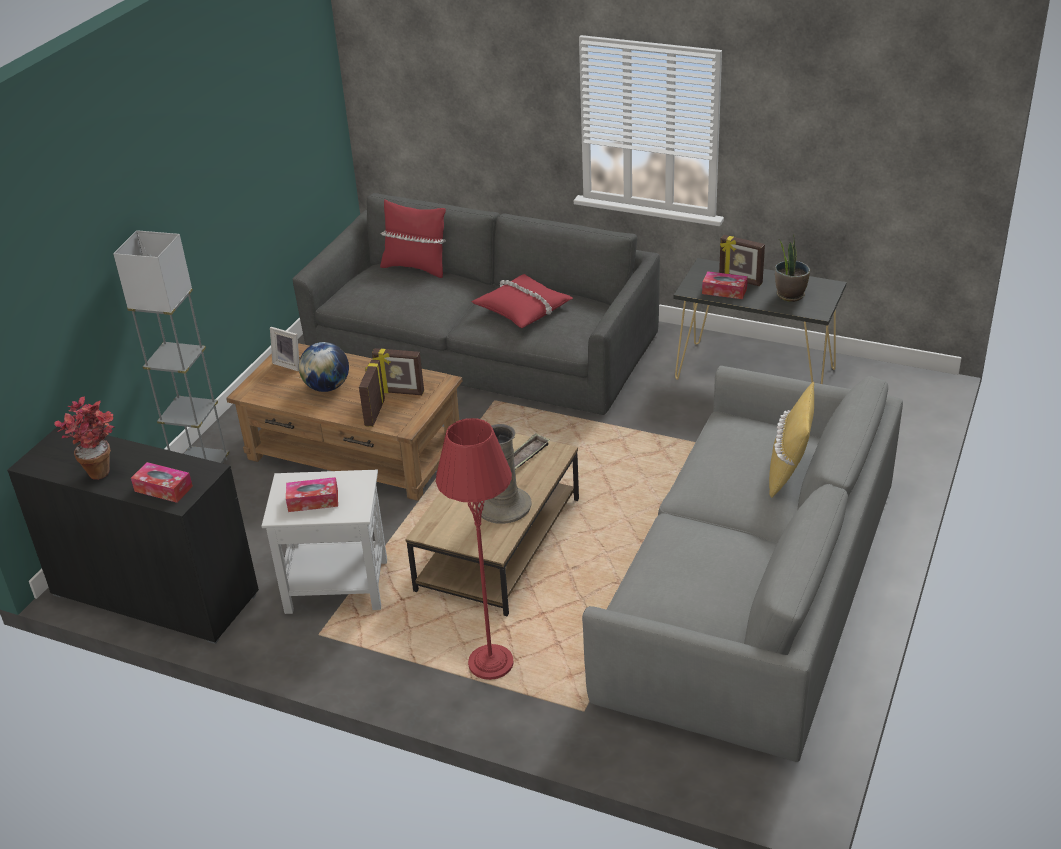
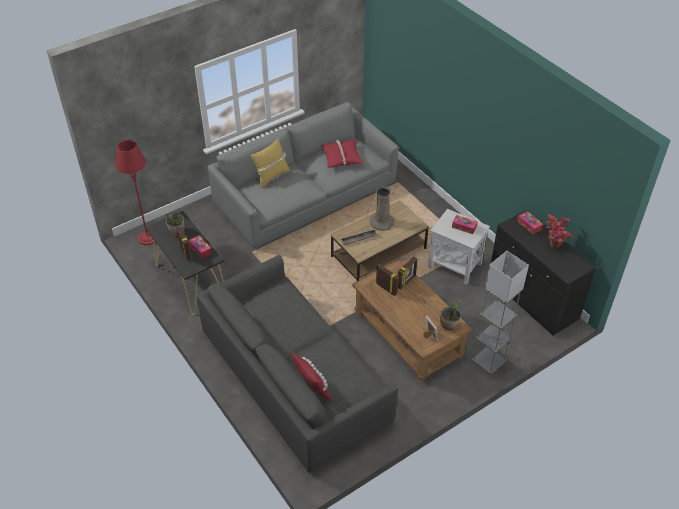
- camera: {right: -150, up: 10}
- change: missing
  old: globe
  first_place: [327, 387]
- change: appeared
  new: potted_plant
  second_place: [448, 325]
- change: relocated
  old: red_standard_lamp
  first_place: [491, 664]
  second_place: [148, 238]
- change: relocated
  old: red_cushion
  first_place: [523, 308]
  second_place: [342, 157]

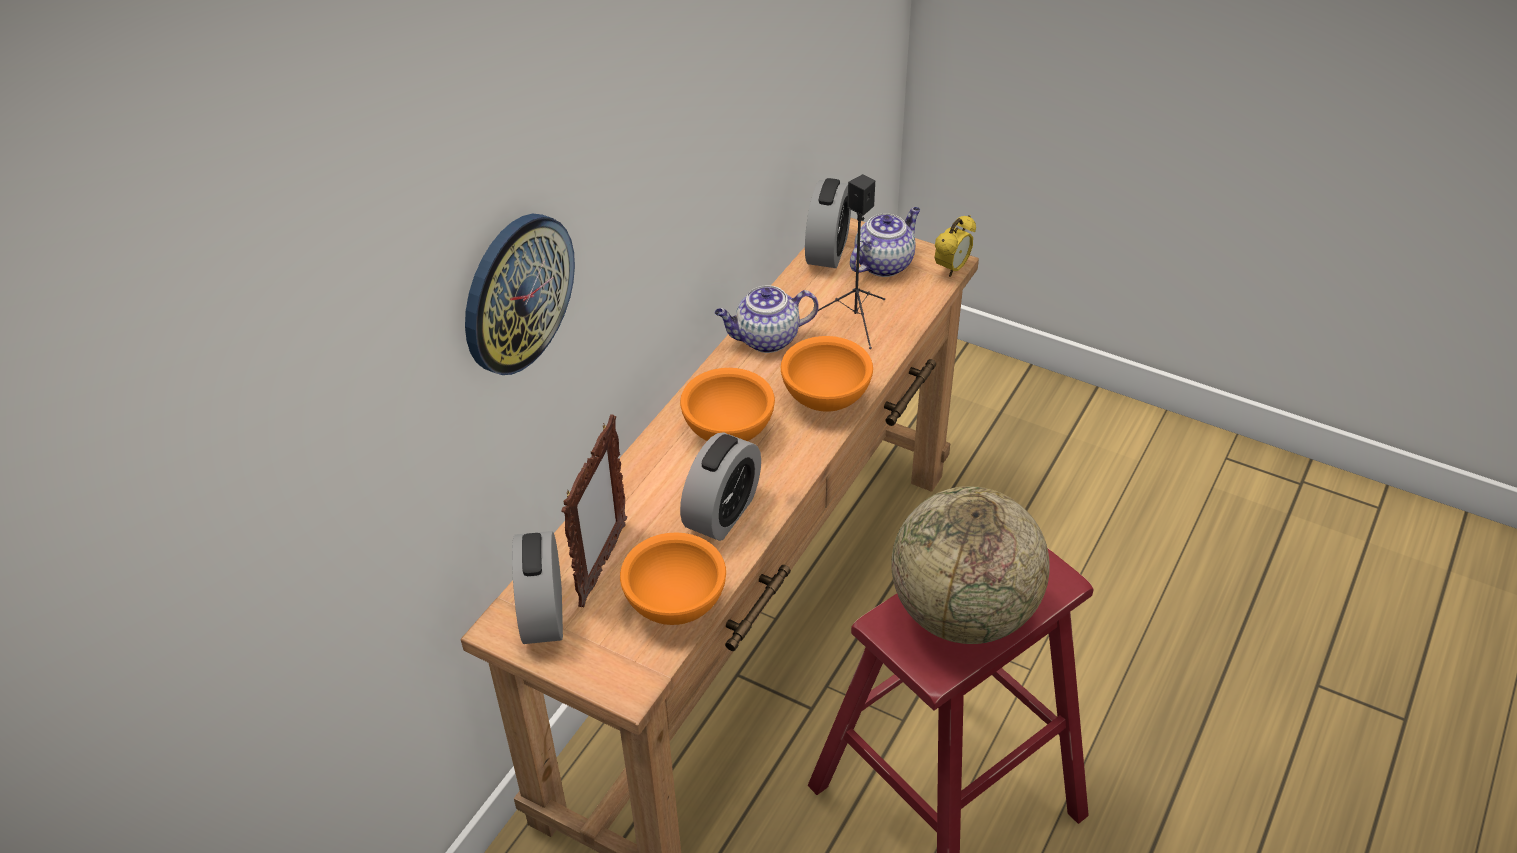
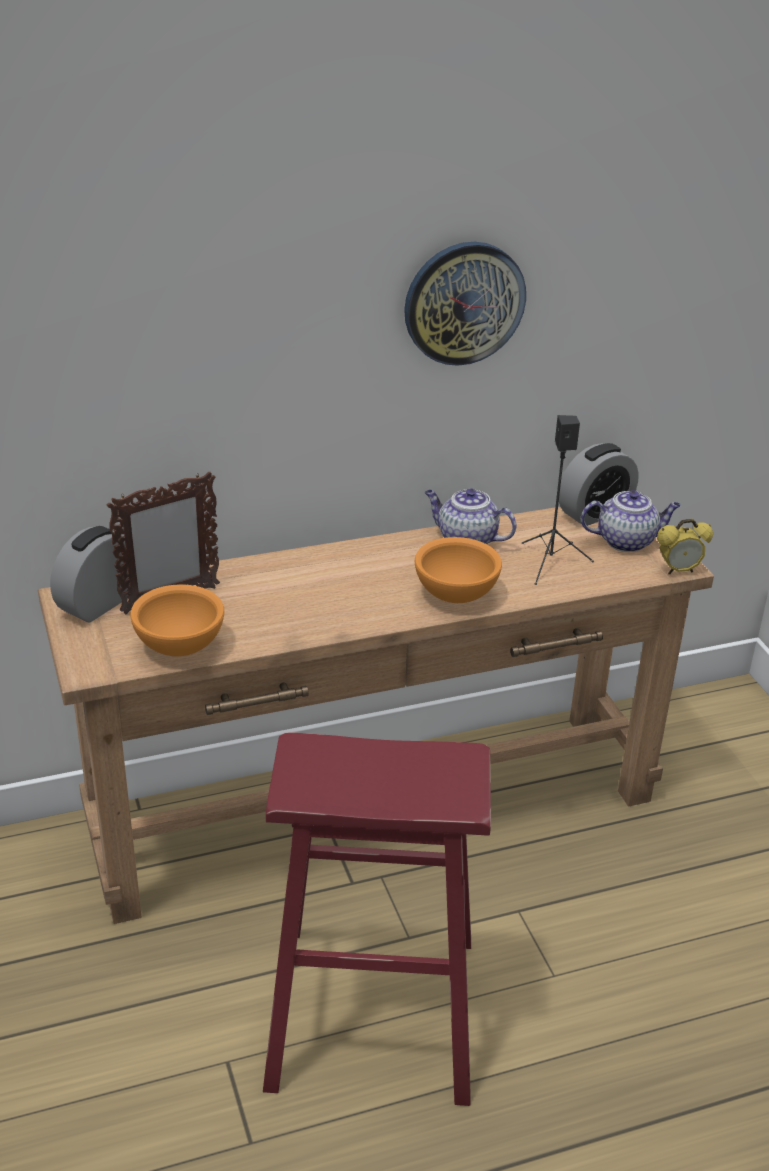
- camera: {right: 40, up: -10}
- change: missing
  old: orangey_deep_dish
  first_place: [729, 432]
- change: missing
  old: alarm_clock
  first_place: [722, 513]
- change: missing
  old: globe
  first_place: [963, 613]
- change: relocated
  old: hanging_clock
  first_place: [516, 293]
  second_place: [464, 303]

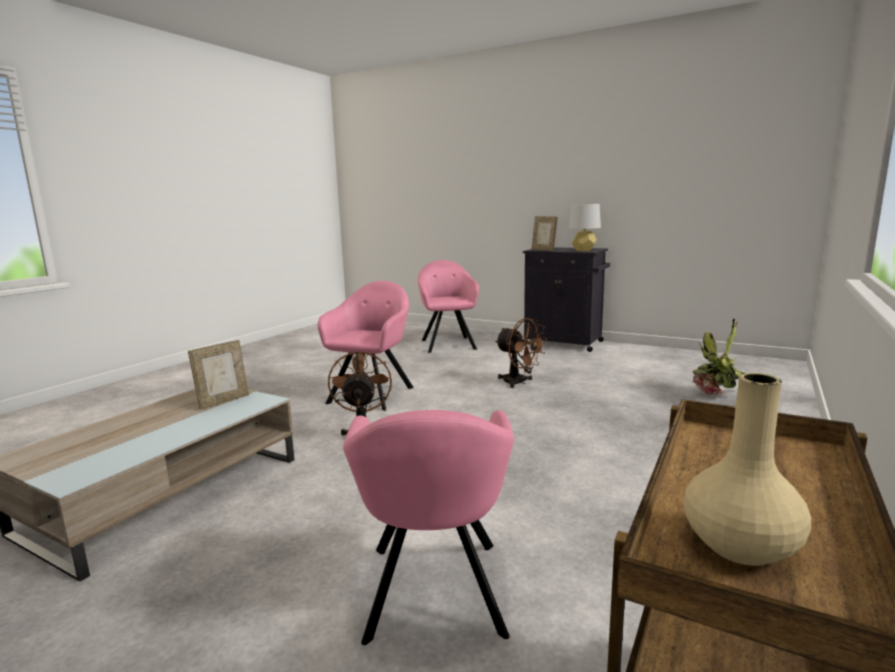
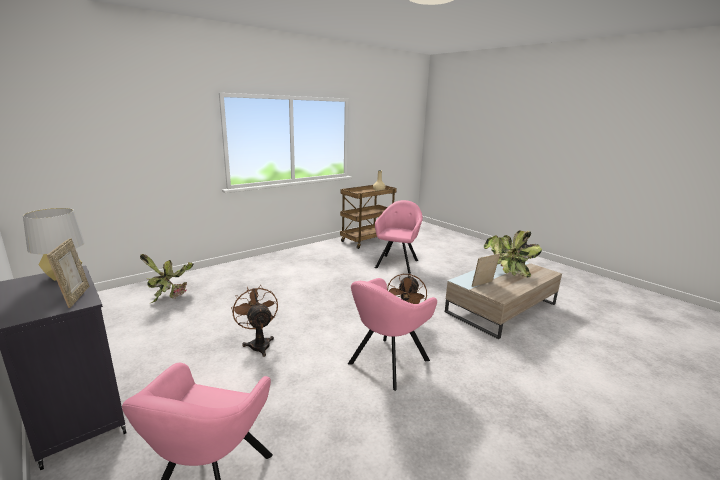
- camera: {right: -160, up: 5}
- change: appeared
  new: potted_plant
  second_place: [506, 271]

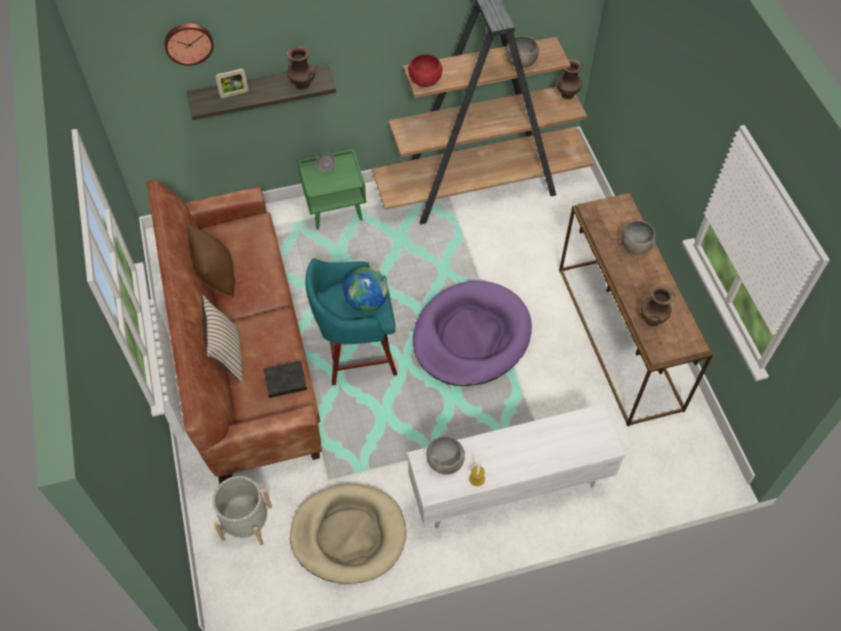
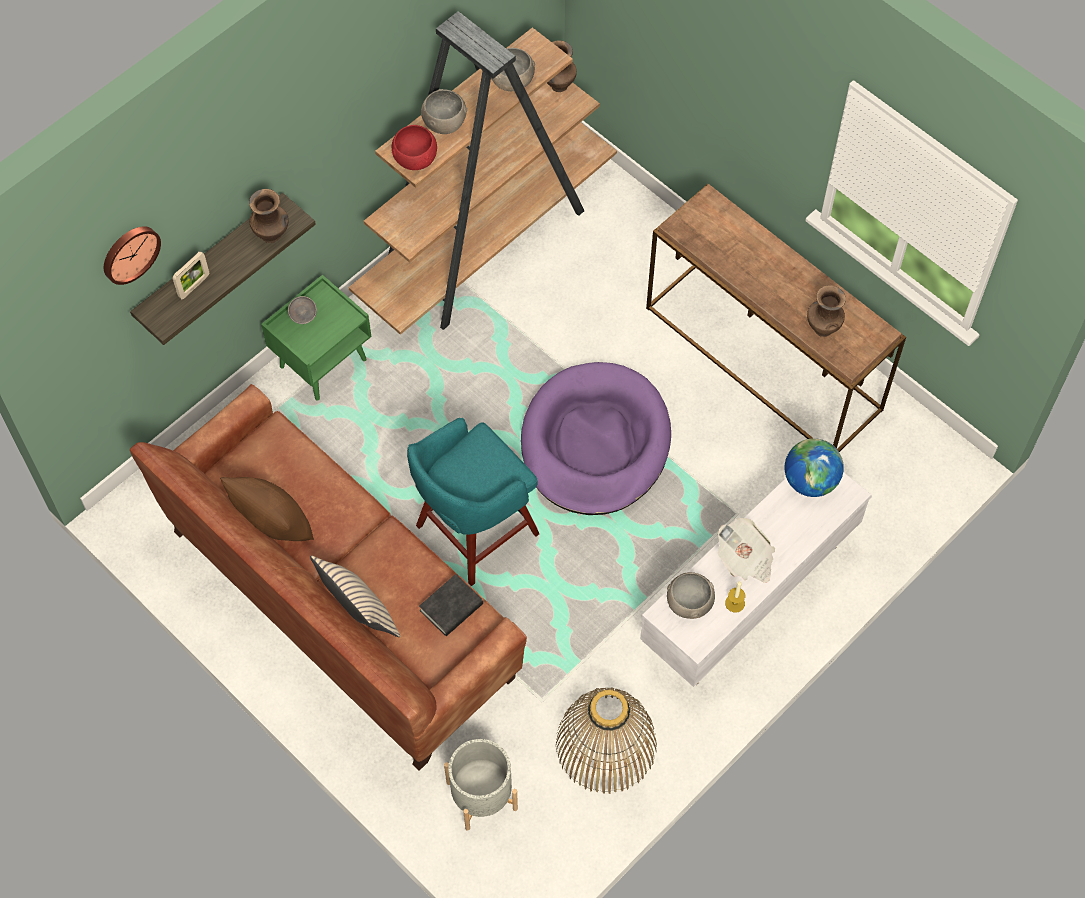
- camera: {right: -30, up: 5}
- change: appeared
  new: newspaper
  second_place: [745, 559]
- change: relocated
  old: globe
  first_place: [366, 302]
  second_place: [810, 481]
- change: relocated
  old: grey_deep_dish
  first_place: [635, 245]
  second_place: [444, 122]
- change: exchanged
  old: beige_pet_bed
  new: storage_basket
  first_place: [348, 535]
  second_place: [605, 745]

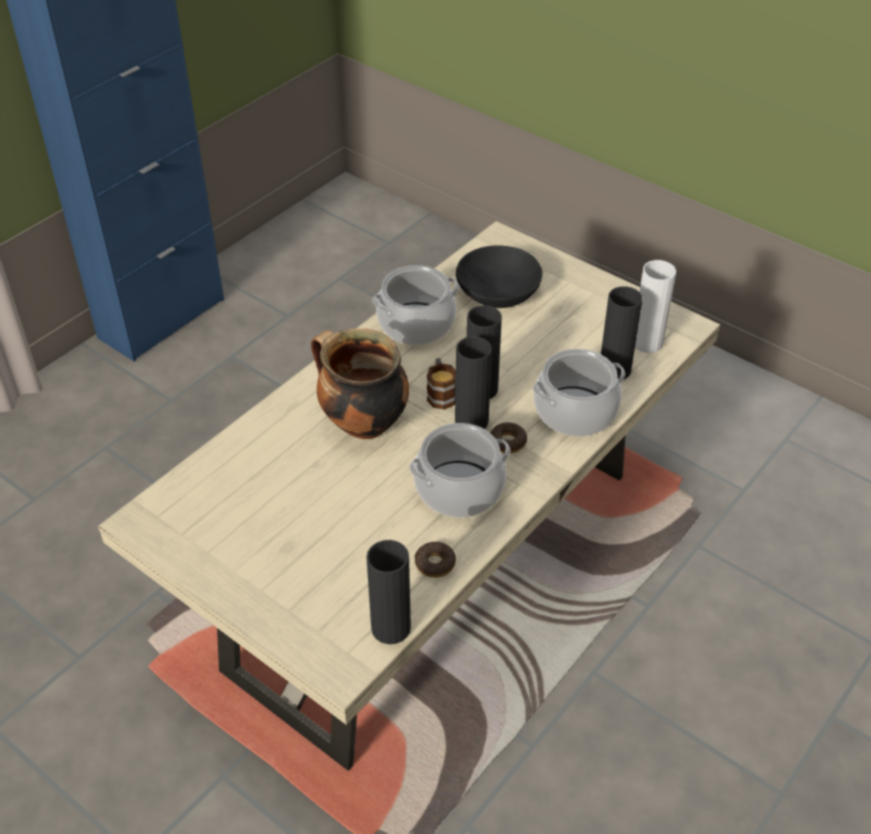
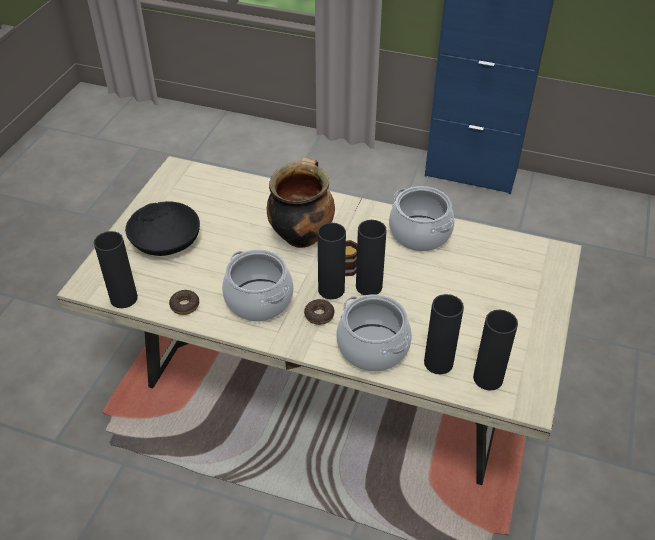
- camera: {right: 70, up: 0}
- change: relocated
  old: black-coloured_deep_dish
  first_place: [498, 293]
  second_place: [165, 242]
- change: colour
  old: whitish_flower_vase
  new: black-coloured_flower_vase
  first_place: [647, 342]
  second_place: [488, 378]

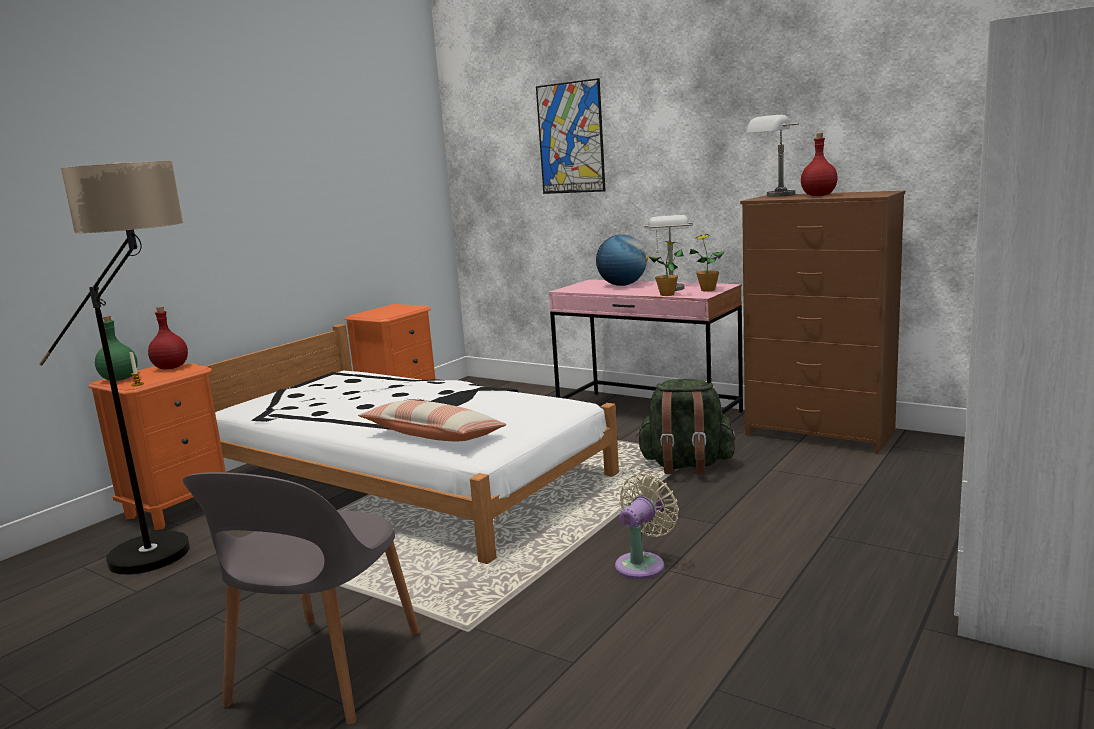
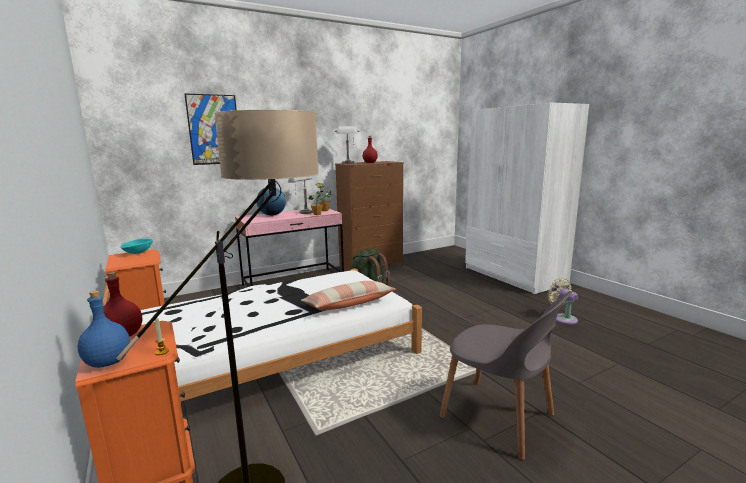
- camera: {right: -65, up: 0}
- change: appeared
  new: blue-green_deep_dish
  second_place: [138, 253]
- change: relocated
  old: beige_electric_fan
  first_place: [642, 564]
  second_place: [563, 318]
- change: colour
  old: greenish_drink_bottle
  new: blue-coloured_drink_bottle
  first_place: [120, 379]
  second_place: [109, 362]

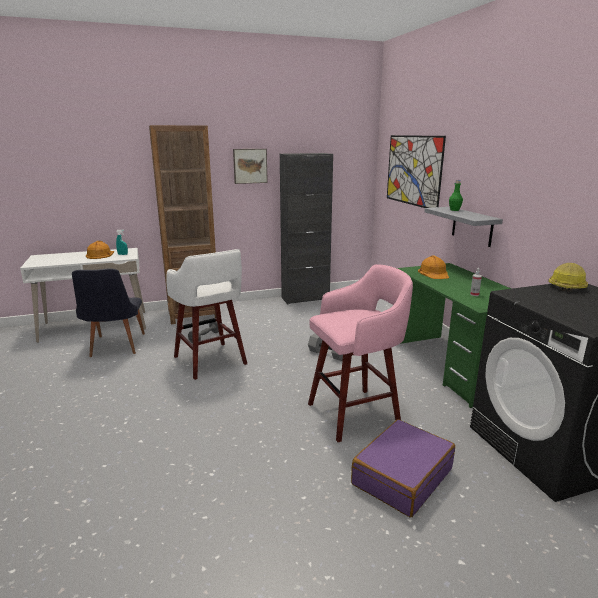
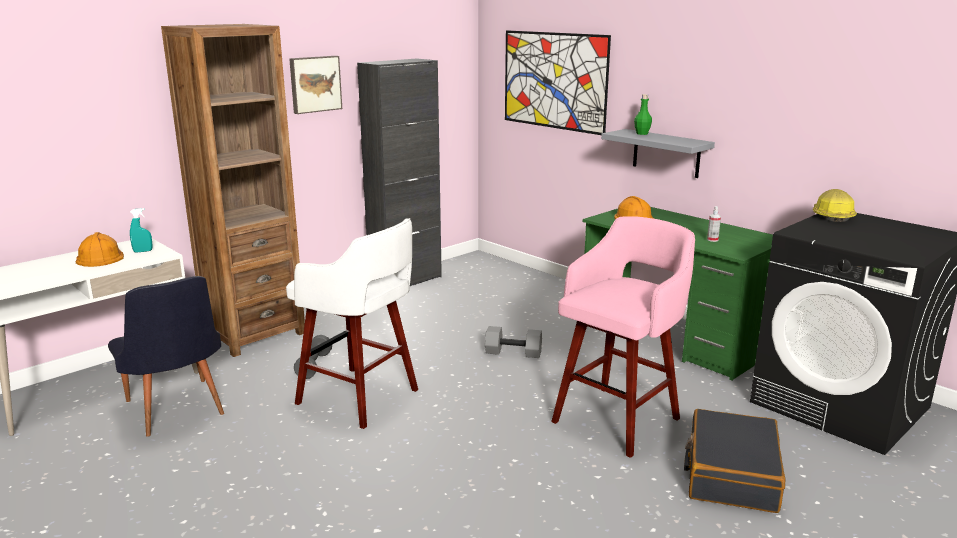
- camera: {right: -25, up: 0}
- change: colour
  old: purplish_suitcase
  new: black-coloured_suitcase
  first_place: [401, 476]
  second_place: [731, 474]

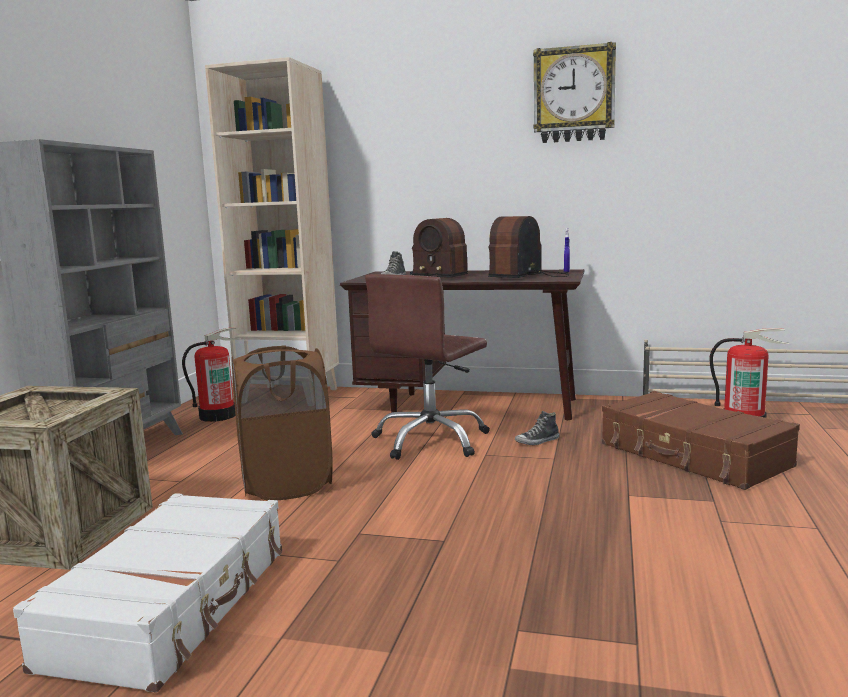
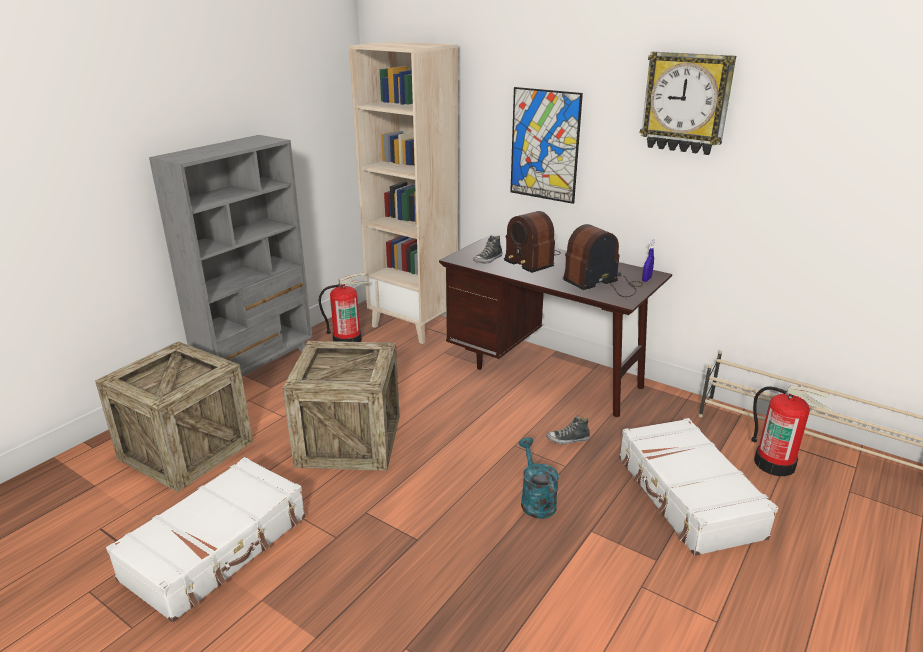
- camera: {right: 20, up: 15}
- change: missing
  old: brown-coloured_computer_chair
  first_place: [431, 441]
- change: appeared
  new: wall_picture
  second_place: [544, 145]
- change: appeared
  new: blue-green_watering_pot
  second_place: [535, 500]
- change: exchanged
  old: brown-coloured_laundry_basket
  new: packing_crate
  first_place: [286, 484]
  second_place: [349, 440]
- change: colour
  old: brown-coloured_suitcase
  new: whitish_suitcase
  first_place: [693, 456]
  second_place: [687, 497]

